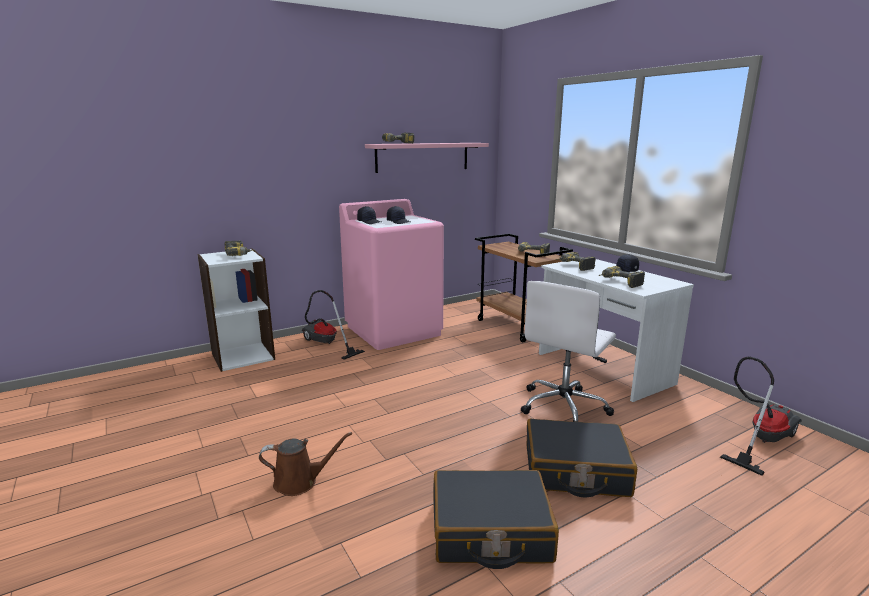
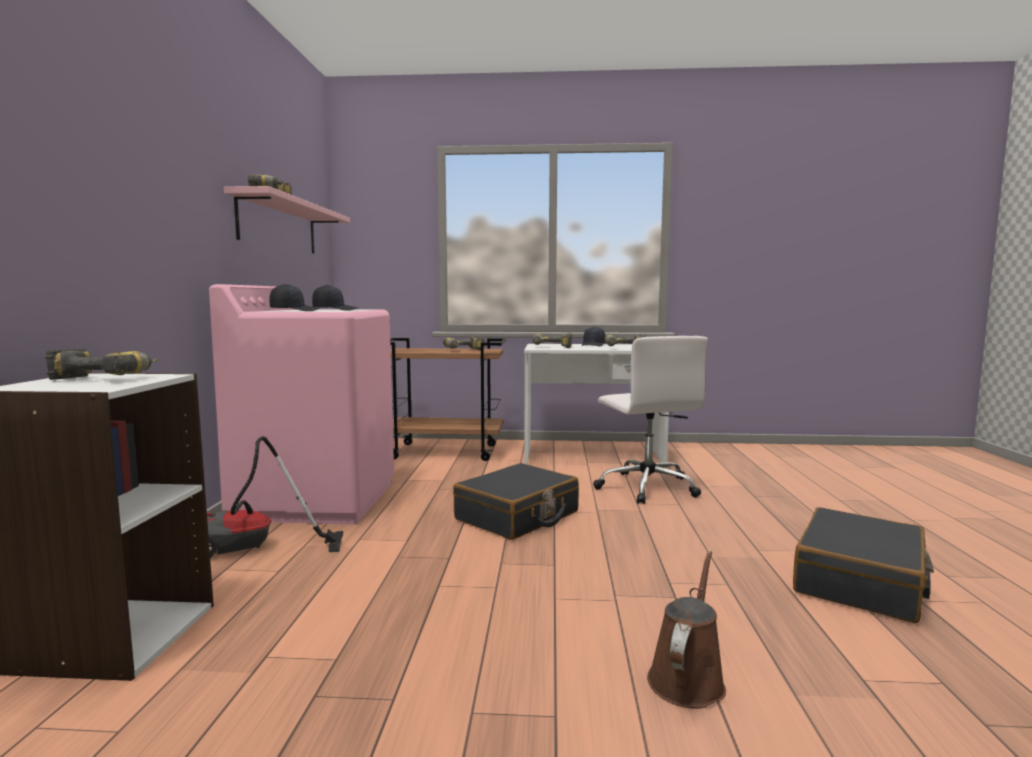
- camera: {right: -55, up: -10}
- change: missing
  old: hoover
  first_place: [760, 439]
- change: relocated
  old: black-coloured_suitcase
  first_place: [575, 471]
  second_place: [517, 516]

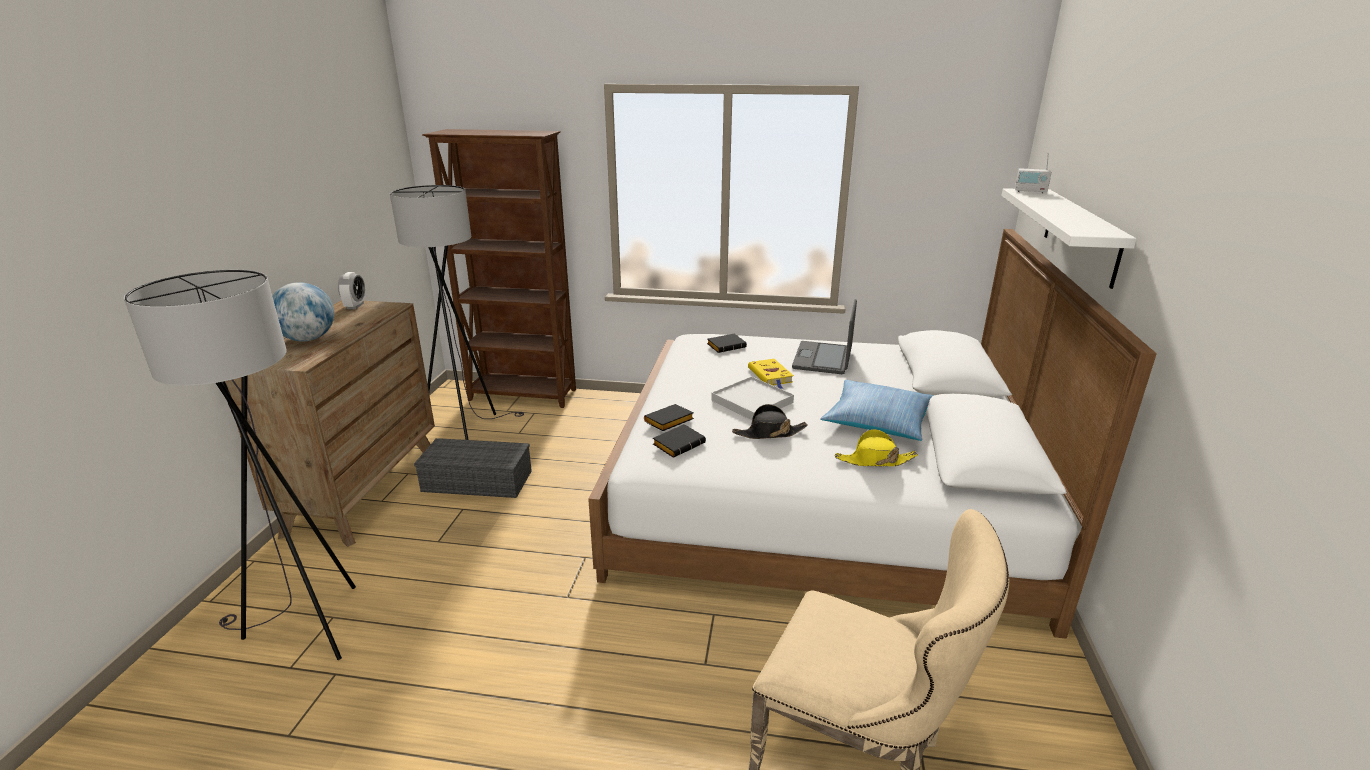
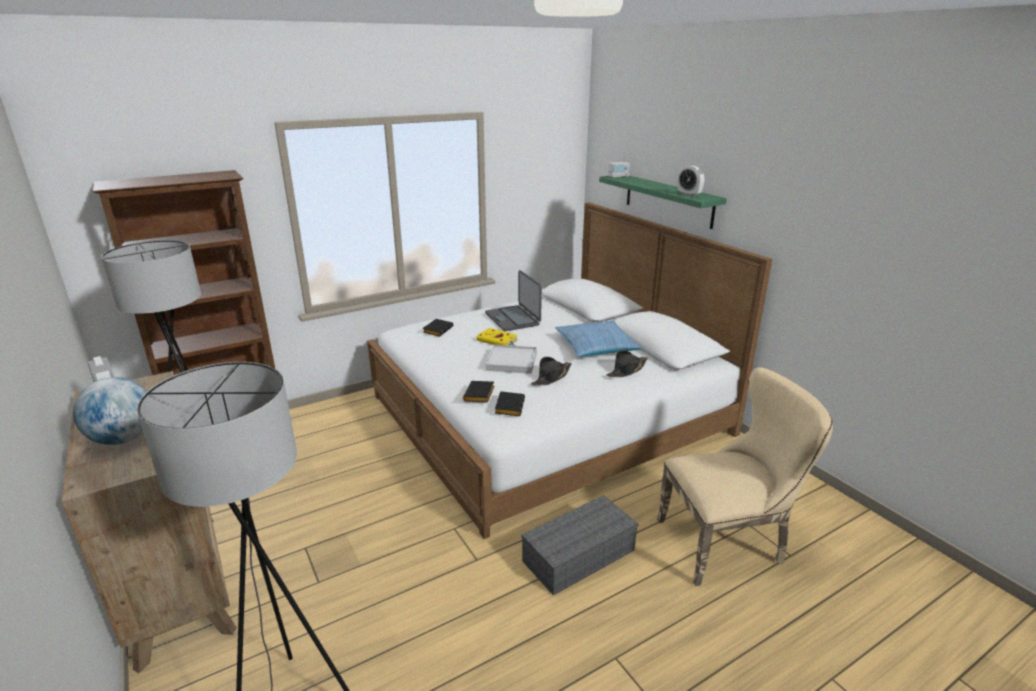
- camera: {right: -40, up: 0}
- change: appeared
  new: alarm_clock
  second_place: [689, 194]
- change: relocated
  old: grey_storage_box
  first_place: [479, 480]
  second_place: [579, 554]
- change: colour
  old: yellow-coloured_clothing_hat
  new: black-coloured_clothing_hat
  first_place: [875, 460]
  second_place: [627, 370]
- change: colour
  old: whitish_bracket_shelf
  new: greenish_bracket_shelf
  first_place: [1081, 235]
  second_place: [668, 200]

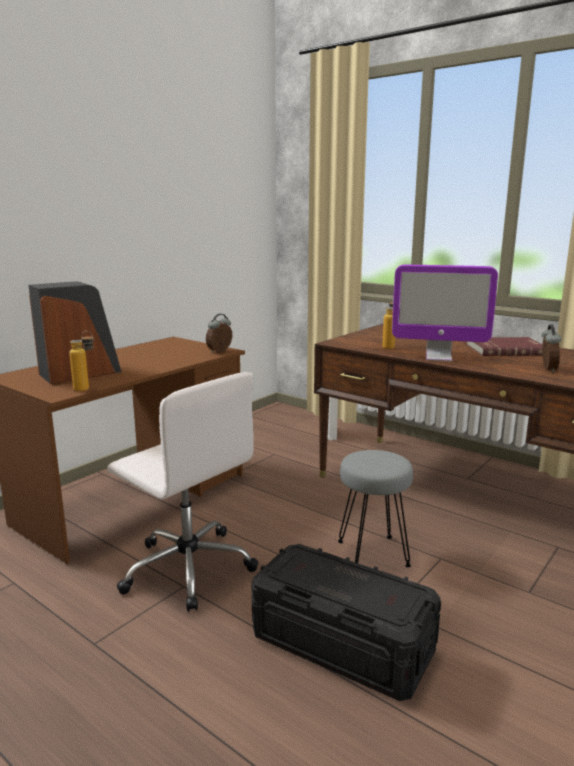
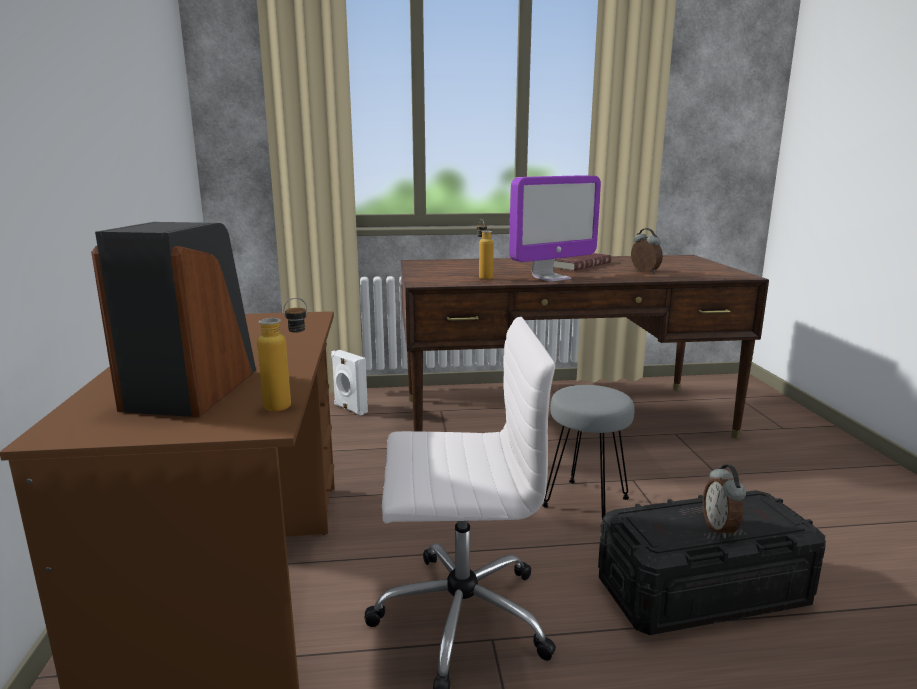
- camera: {right: -45, up: 0}
- change: relocated
  old: alarm_clock
  first_place: [220, 351]
  second_place: [720, 529]

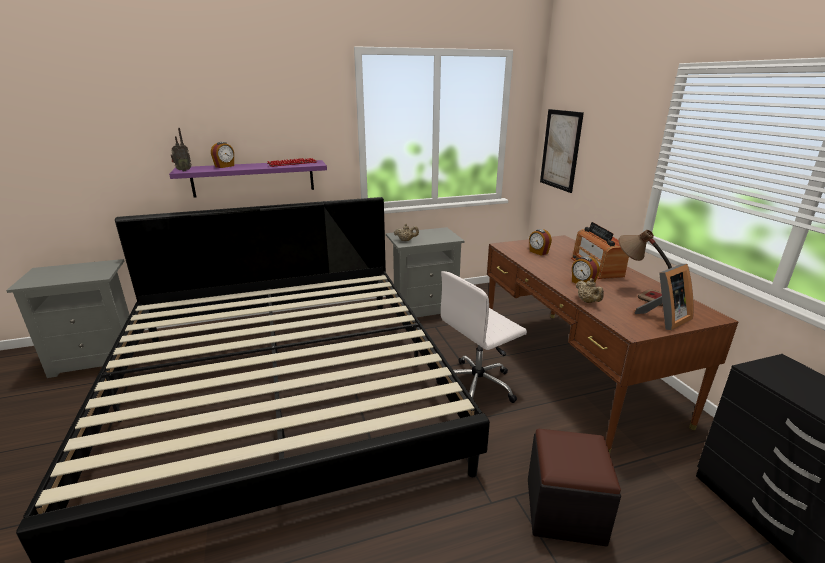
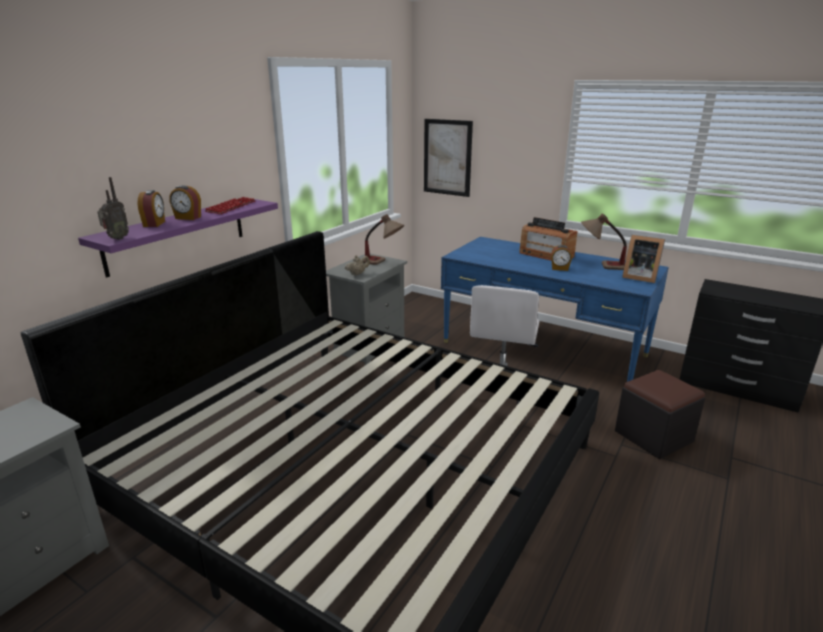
- camera: {right: -40, up: 0}
- change: missing
  old: beige_tea_pot
  first_place: [587, 302]
- change: appeared
  new: lamp_for_a_table
  second_place: [383, 263]
- change: relocated
  old: alarm_clock
  first_place: [538, 252]
  second_place: [188, 218]
- change: colour
  old: brown-coloured_desk_table
  new: blue-coloured_desk_table
  first_place: [573, 369]
  second_place: [543, 349]
- change: spun
  old: photo_frame
  first_place: [663, 319]
  second_place: [639, 277]
  degrees: 105

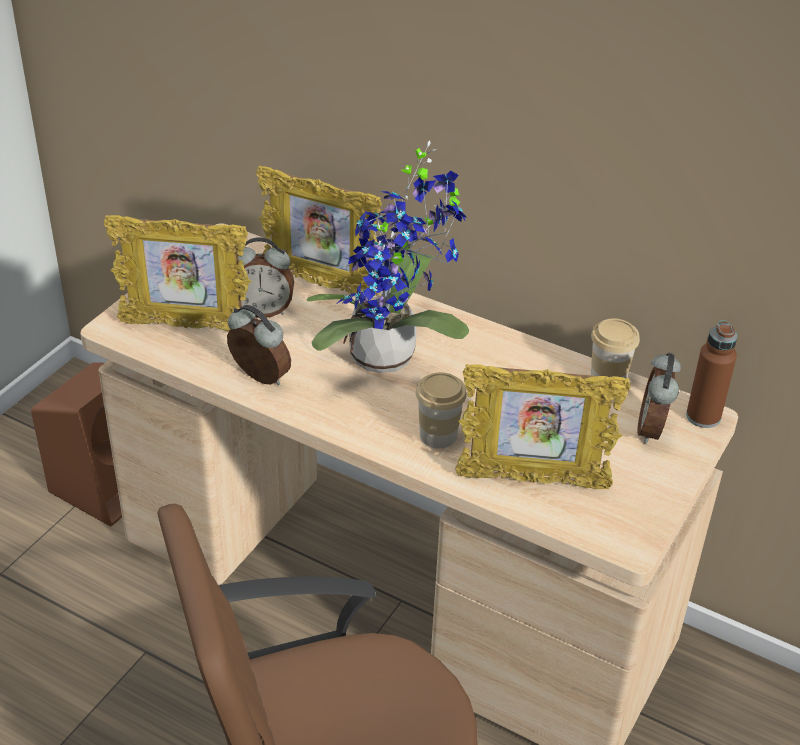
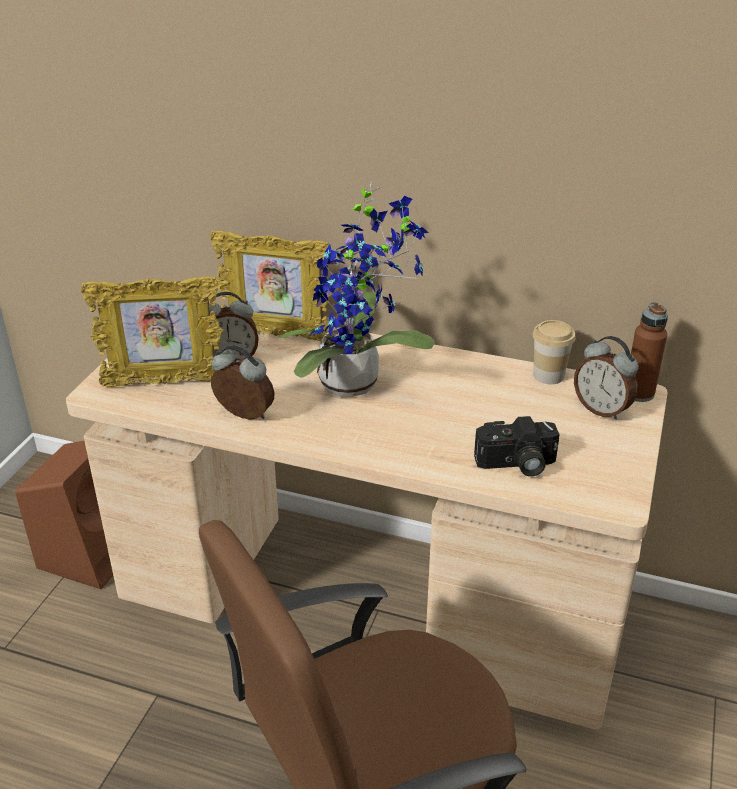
- camera: {right: -10, up: -5}
- change: missing
  old: small_cup
  first_place: [438, 435]
- change: exchanged
  old: photo_frame
  new: photo_camera
  first_place: [532, 481]
  second_place: [516, 464]
- change: spun
  old: alarm_clock
  first_place: [652, 430]
  second_place: [602, 409]
  degrees: -45

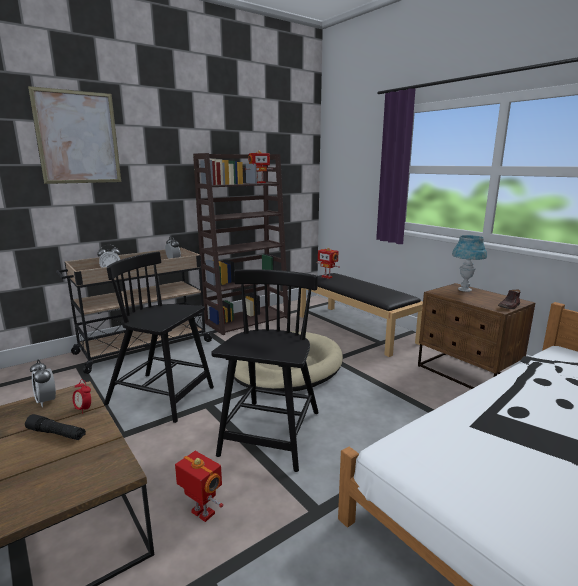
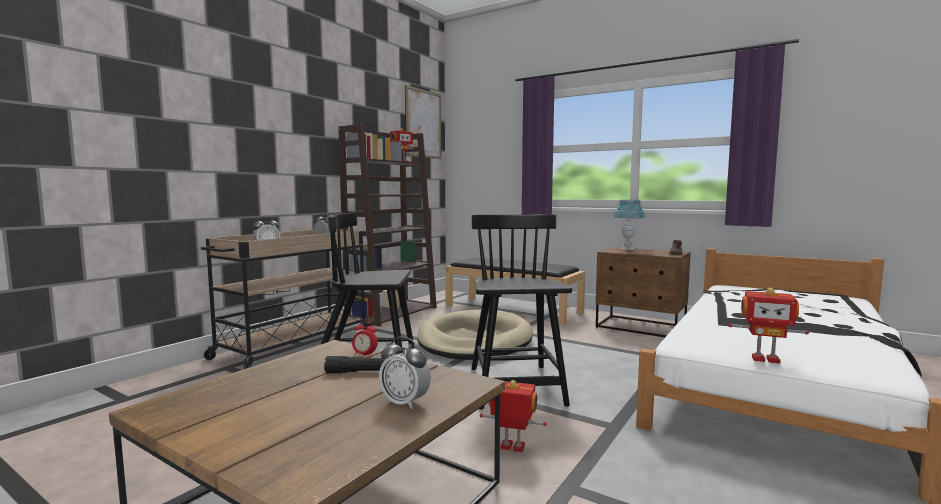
- camera: {right: -20, up: -10}
- change: relocated
  old: wall_picture
  first_place: [78, 138]
  second_place: [423, 124]
- change: relocated
  old: alarm_clock
  first_place: [46, 401]
  second_place: [405, 403]
- change: relocated
  old: toy_robot
  first_place: [327, 277]
  second_place: [765, 359]

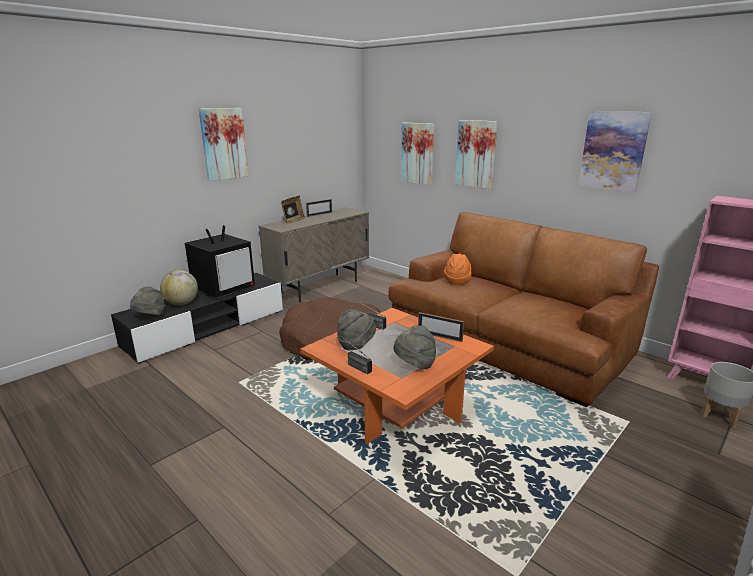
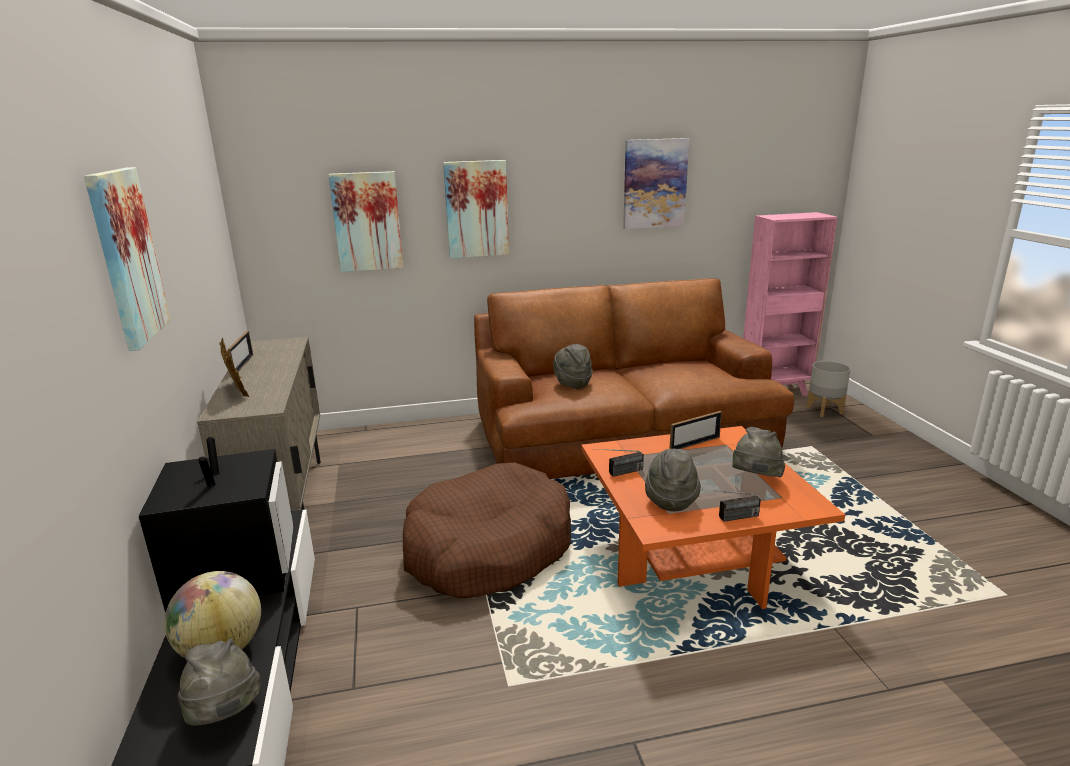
- camera: {right: -55, up: 0}
- change: colour
  old: orangey_clothing_hat
  new: grey_clothing_hat
  first_place: [457, 281]
  second_place: [572, 383]

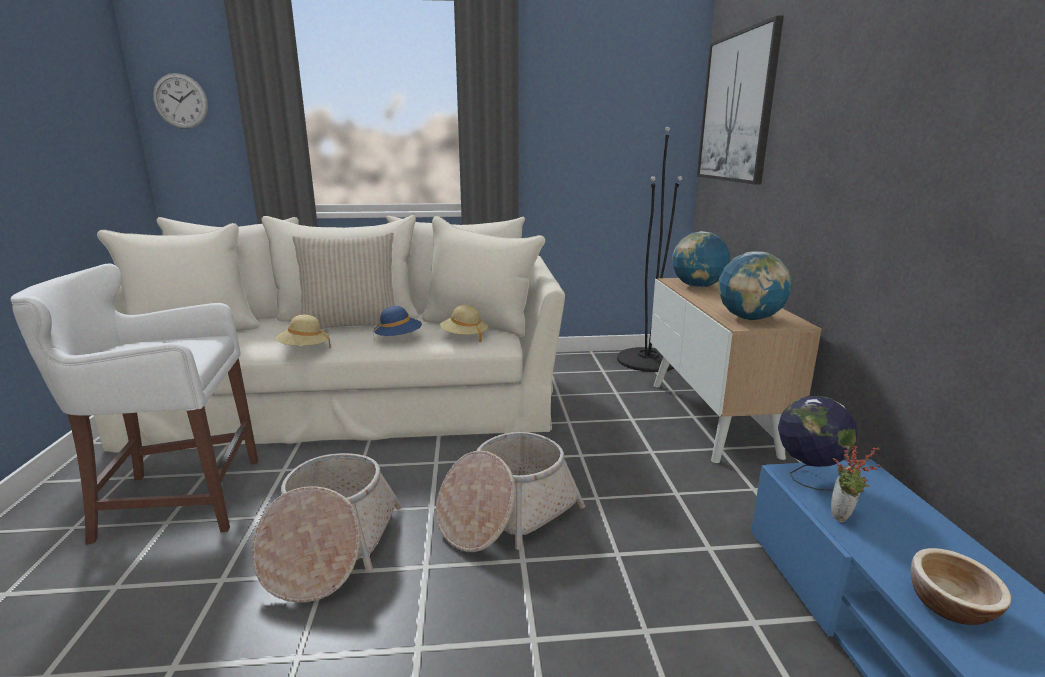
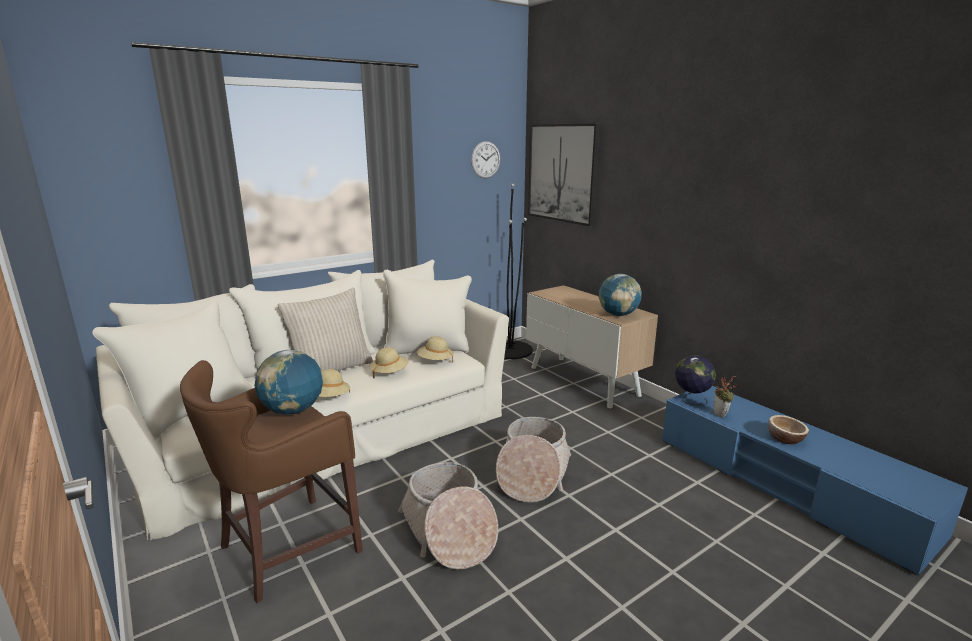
- camera: {right: -30, up: 0}
- change: relocated
  old: hanging_clock
  first_place: [180, 101]
  second_place: [485, 160]
- change: relocated
  old: globe
  first_place: [697, 286]
  second_place: [293, 410]
- change: colour
  old: whitish_sitting_stool
  new: brown-coloured_sitting_stool
  first_place: [175, 500]
  second_place: [285, 549]
- change: colour
  old: blue-coloured_clothing_hat
  new: beige_clothing_hat
  first_place: [398, 338]
  second_place: [389, 372]

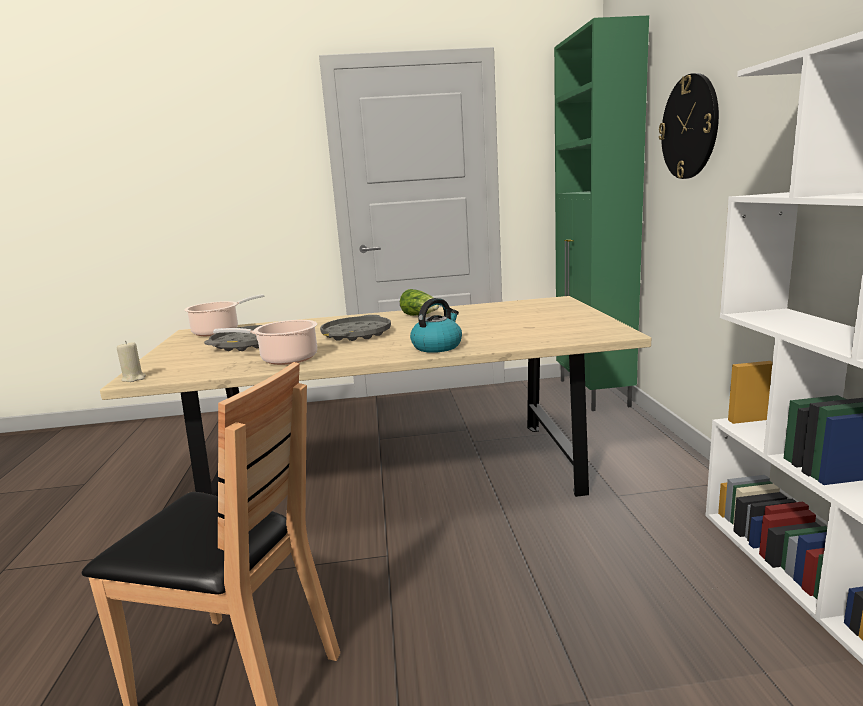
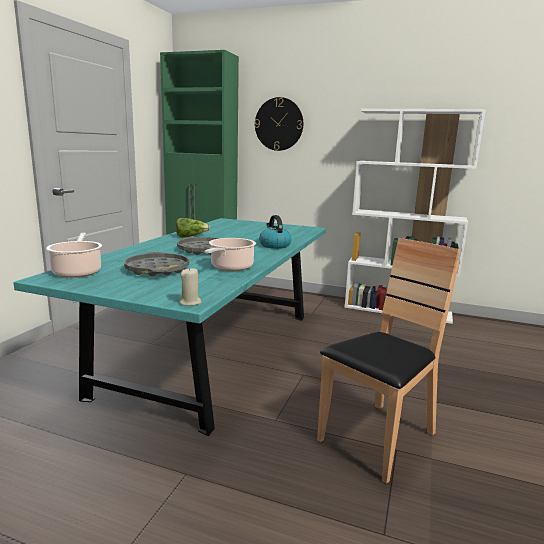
- camera: {right: -65, up: 0}
- change: colour
  old: beige_kitchen_table
  new: blue-green_kitchen_table
  first_place: [395, 474]
  second_place: [214, 351]

